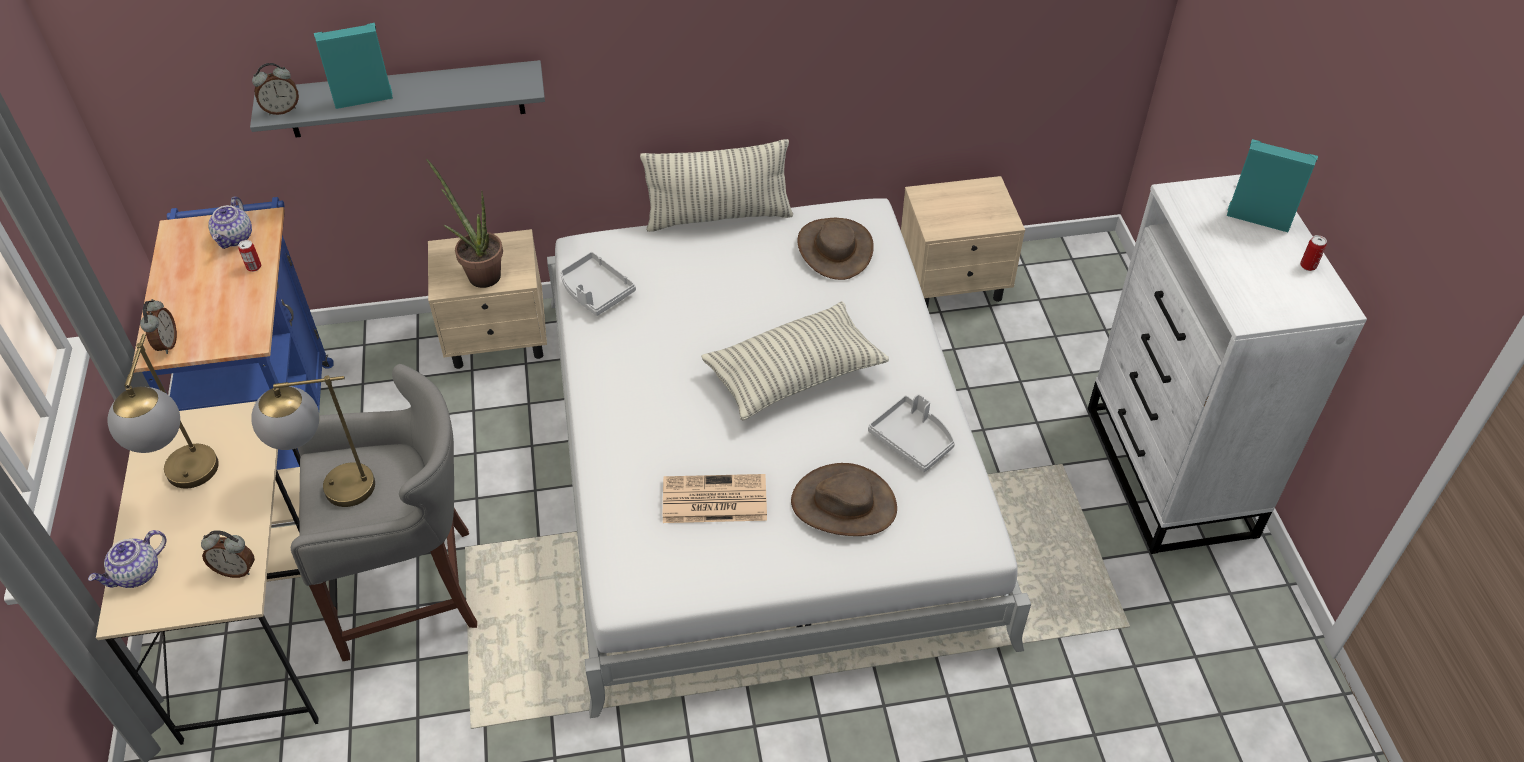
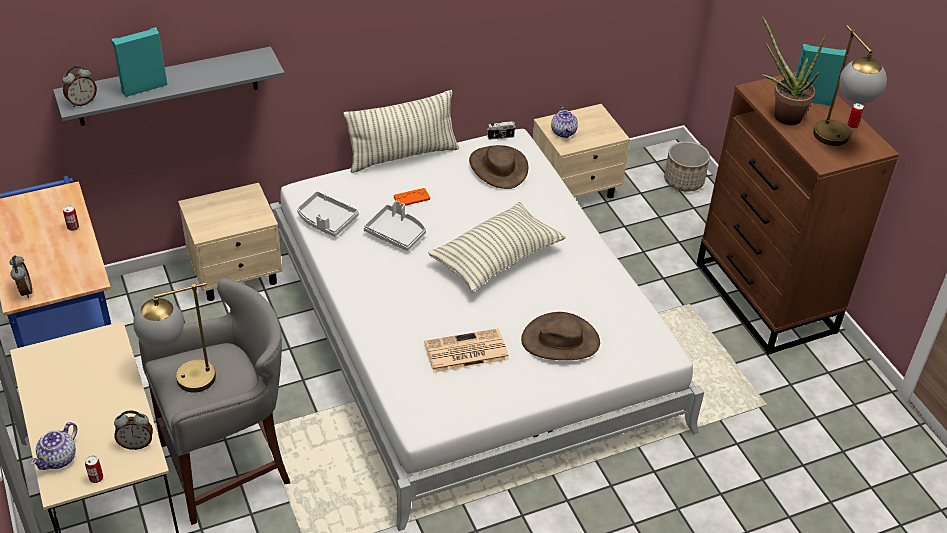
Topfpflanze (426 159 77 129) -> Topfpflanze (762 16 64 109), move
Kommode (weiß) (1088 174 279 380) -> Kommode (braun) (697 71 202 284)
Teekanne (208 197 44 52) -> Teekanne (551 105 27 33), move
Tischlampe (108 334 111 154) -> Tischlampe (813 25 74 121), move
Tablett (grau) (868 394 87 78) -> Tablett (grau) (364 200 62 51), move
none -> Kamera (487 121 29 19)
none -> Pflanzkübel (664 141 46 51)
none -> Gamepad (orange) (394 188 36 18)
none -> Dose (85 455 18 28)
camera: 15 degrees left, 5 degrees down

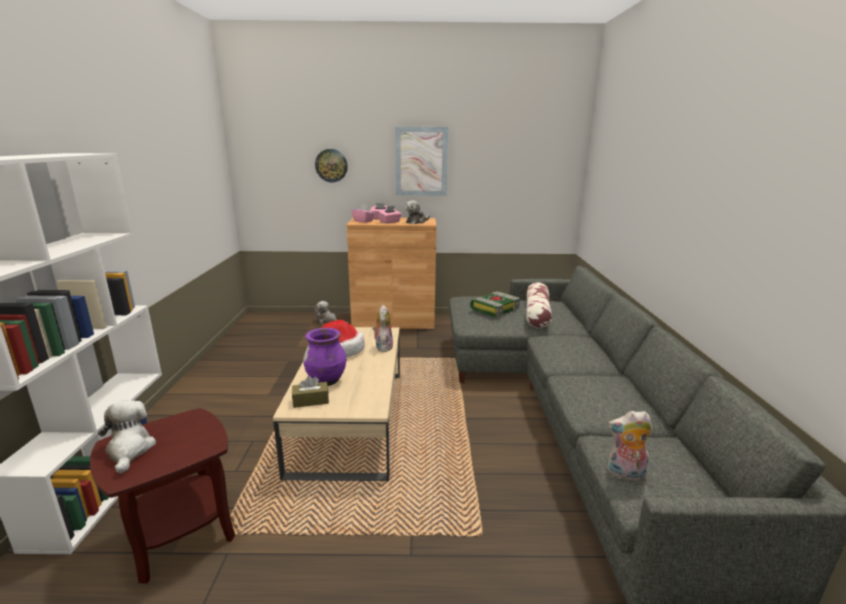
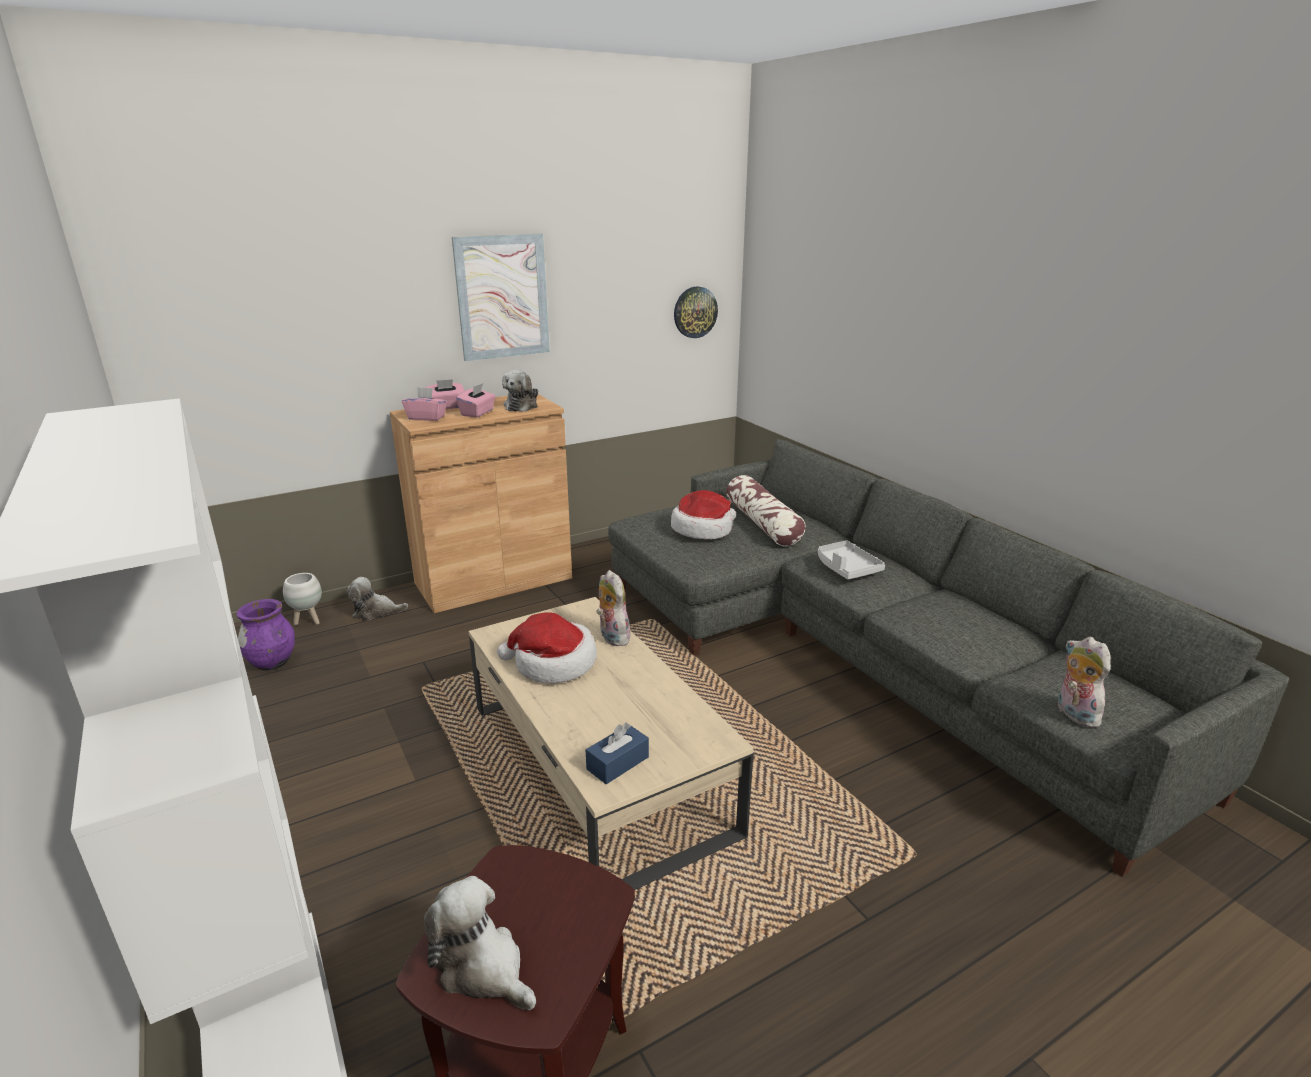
Wanduhr (315 149 33 33) -> Wanduhr (674 286 44 52), move
Buch (470 292 50 25) -> Hut (671 490 65 50)
Vase (lila) (303 328 43 58) -> Vase (lila) (236 599 59 72), move
Taschentuchbox (braun) (292 376 37 32) -> Taschentuchbox (blau) (586 723 63 61)
Plüschtier (607 411 46 70) -> Plüschtier (1057 637 54 91), 90 degrees clockwise
none -> Tablett (grau) (818 540 67 39)
none -> Pflanzkübel (weiß) (283 573 39 53)
camera: 30 degrees left, 5 degrees up

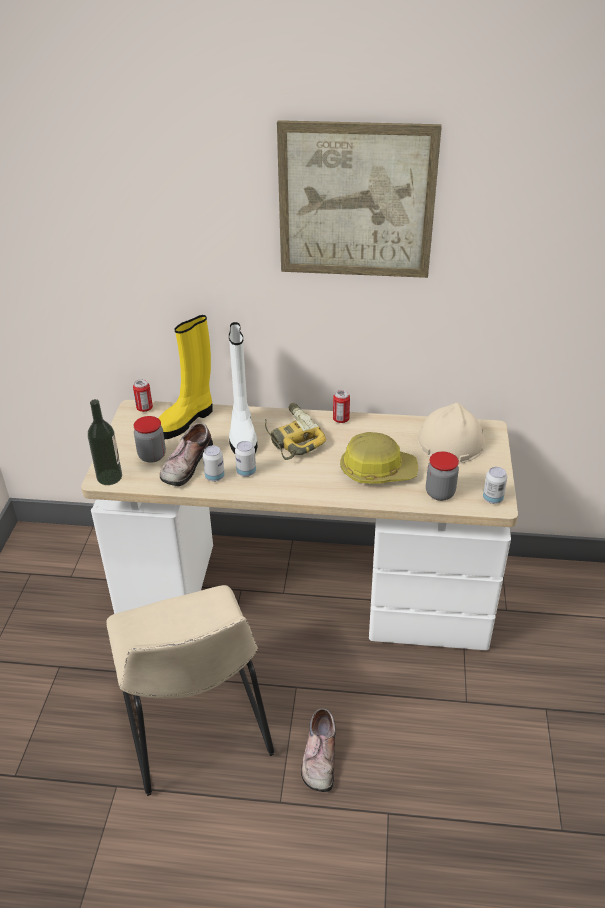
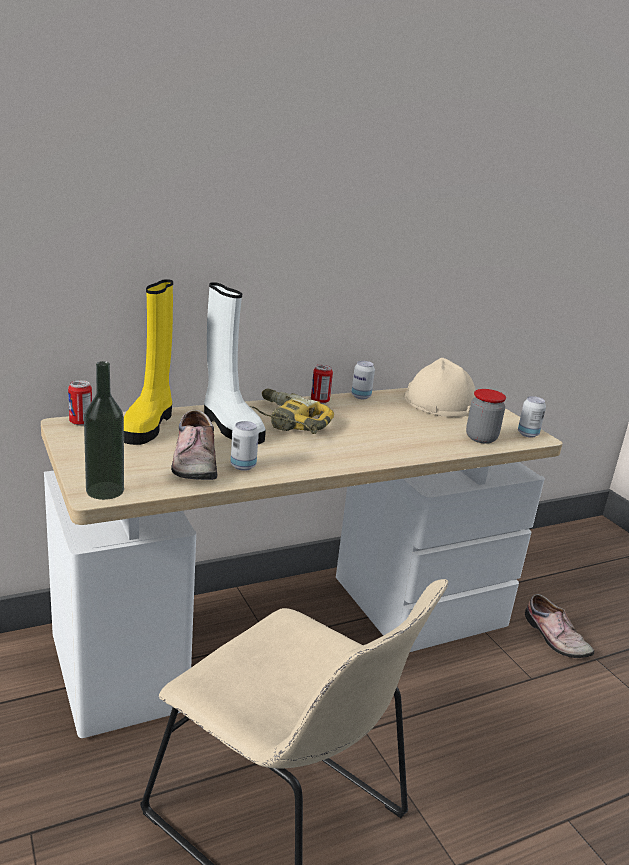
Bild (277 120 165 158) -> none
Vorratsglas (134 416 32 47) -> none
Schutzhelm (340 432 78 52) -> none
Dose (235 441 21 36) -> Dose (351 361 24 38), move
Schuh (301 708 35 84) -> Schuh (525 594 69 64), move
camera: 35 degrees left, 15 degrees down

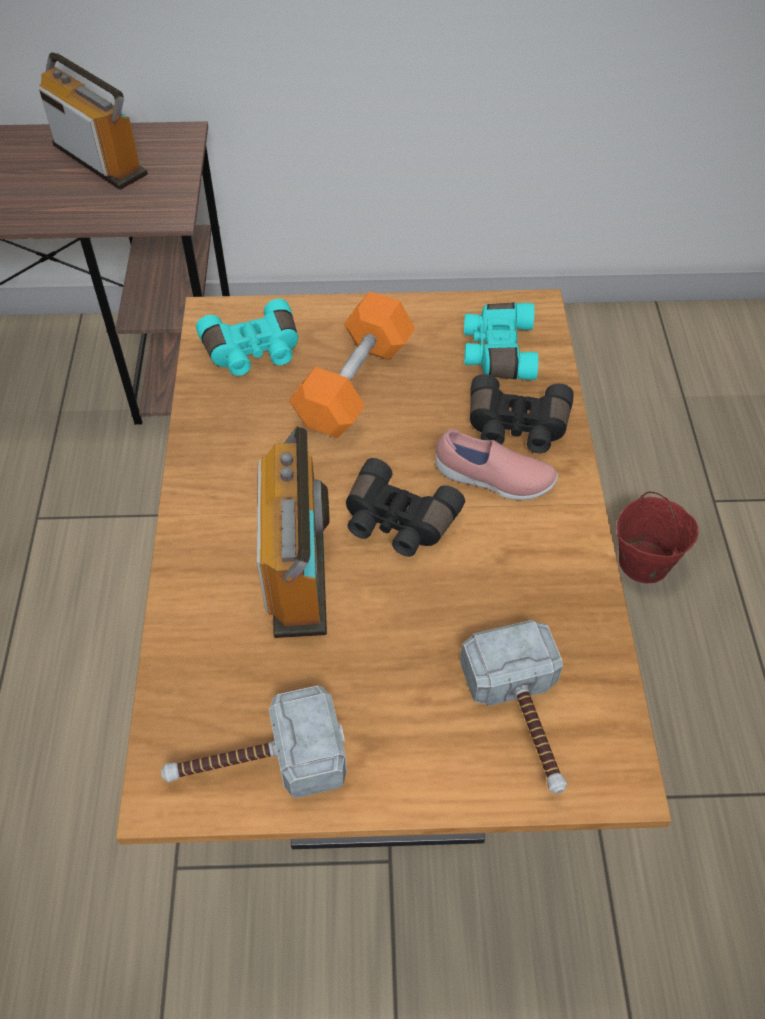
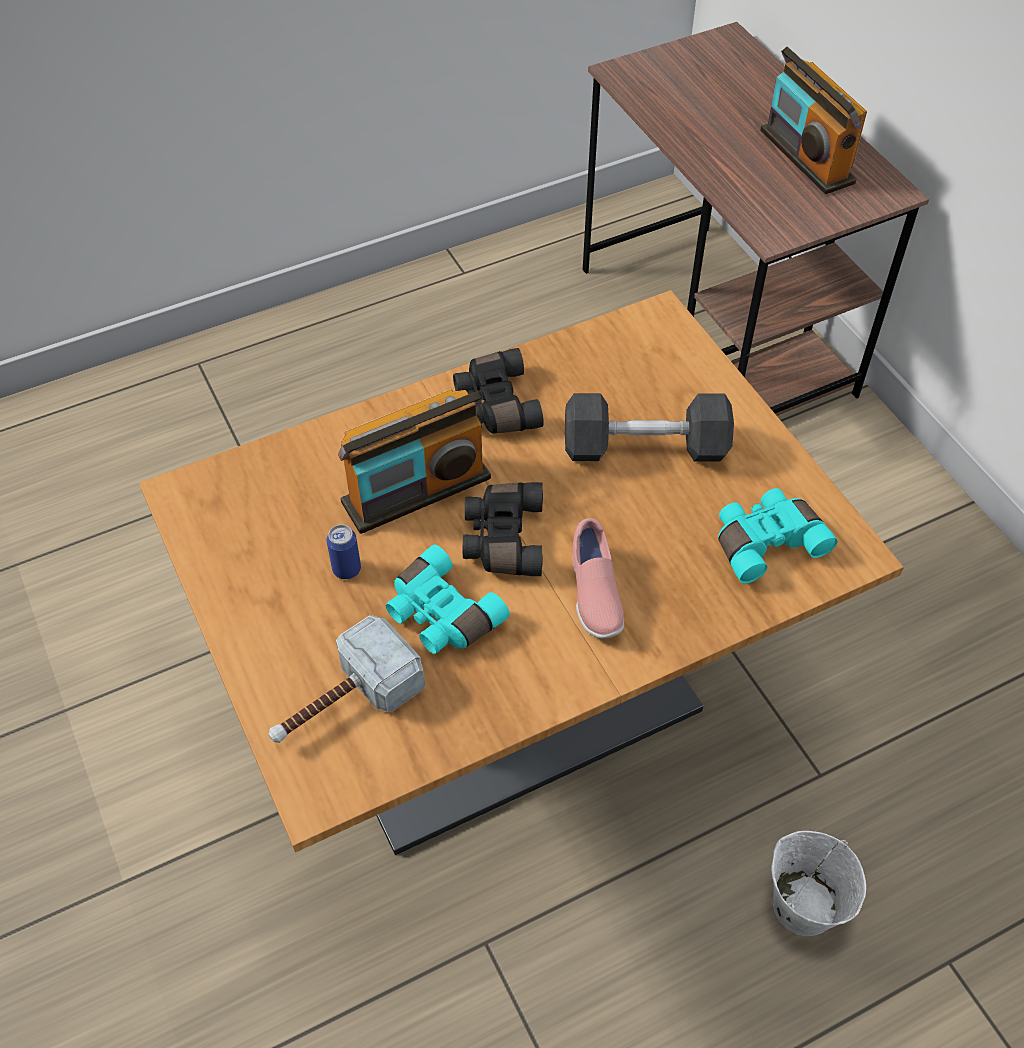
Radio (39 53 109 137) -> Radio (760 47 107 147), 135 degrees clockwise
Hantel (orange) (289 291 126 147) -> Hantel (grau) (565 393 169 68)
Fernglas (türkis) (196 299 102 77) -> Fernglas (türkis) (386 545 124 109), move
Fernglas (schwarz) (470 374 104 79) -> Fernglas (schwarz) (453 348 91 86), move
Eimer (rot) (617 492 82 91) -> Eimer (weiß) (771 831 95 105)
Hammer (161 686 186 112) -> none
none -> Dose (326 524 35 55)
camera: 65 degrees right, 0 degrees up

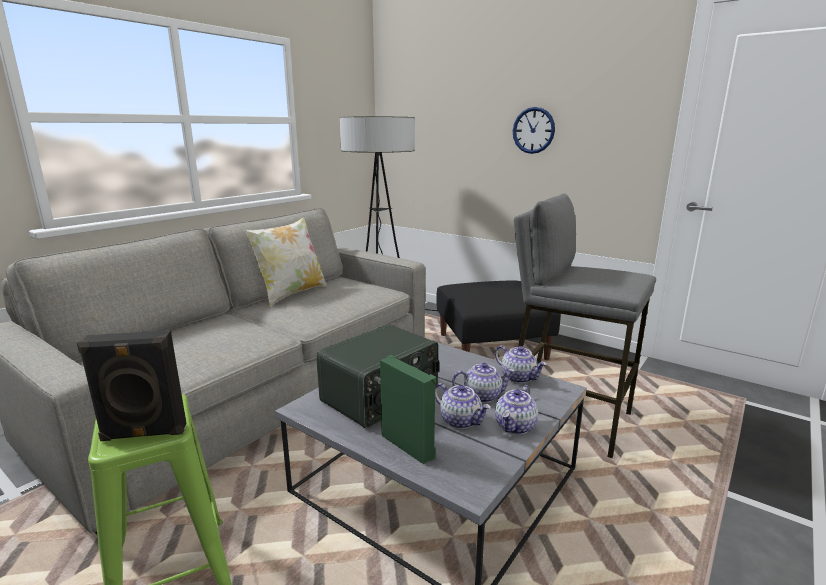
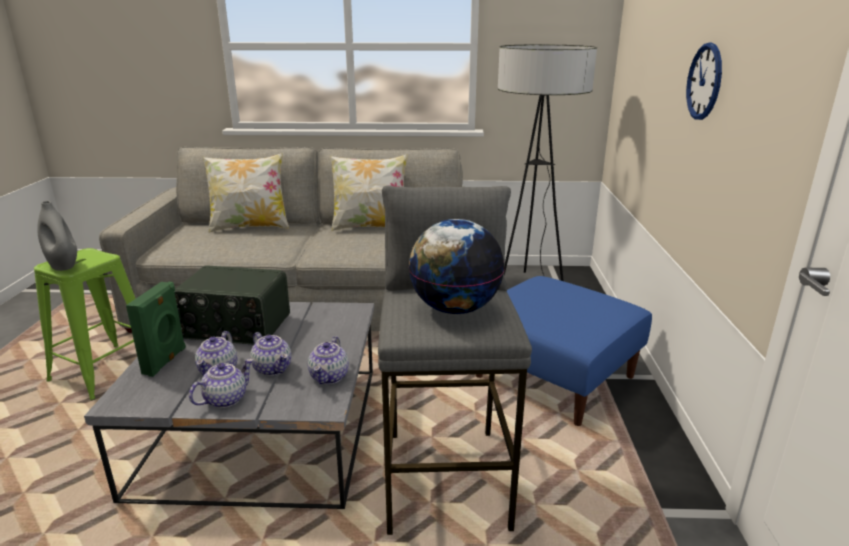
Polsterhocker (schwarz) (436 281 125 79) -> Polsterhocker (blau) (476 276 176 150)
Lautsprecher (schwarz) (77 330 109 111) -> Vase (grau) (37 201 40 70)
Teekanne (495 385 43 49) -> Teekanne (189 359 64 49), 135 degrees clockwise
none -> Kissen (203 153 86 80)
none -> Globus (408 219 97 95)
camera: 55 degrees right, 5 degrees up

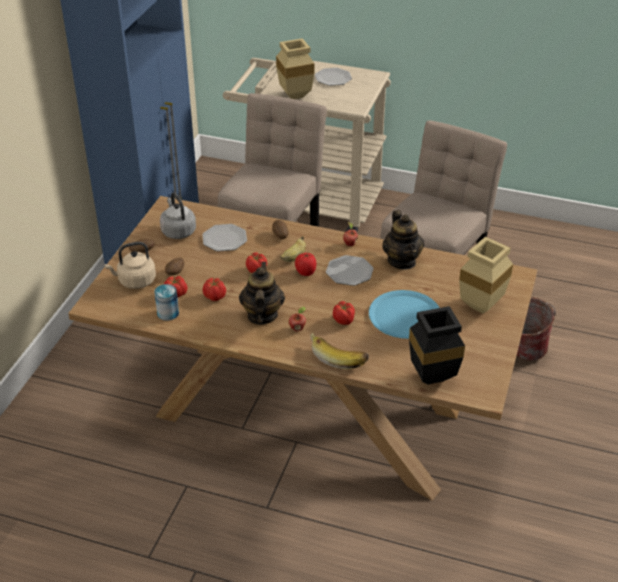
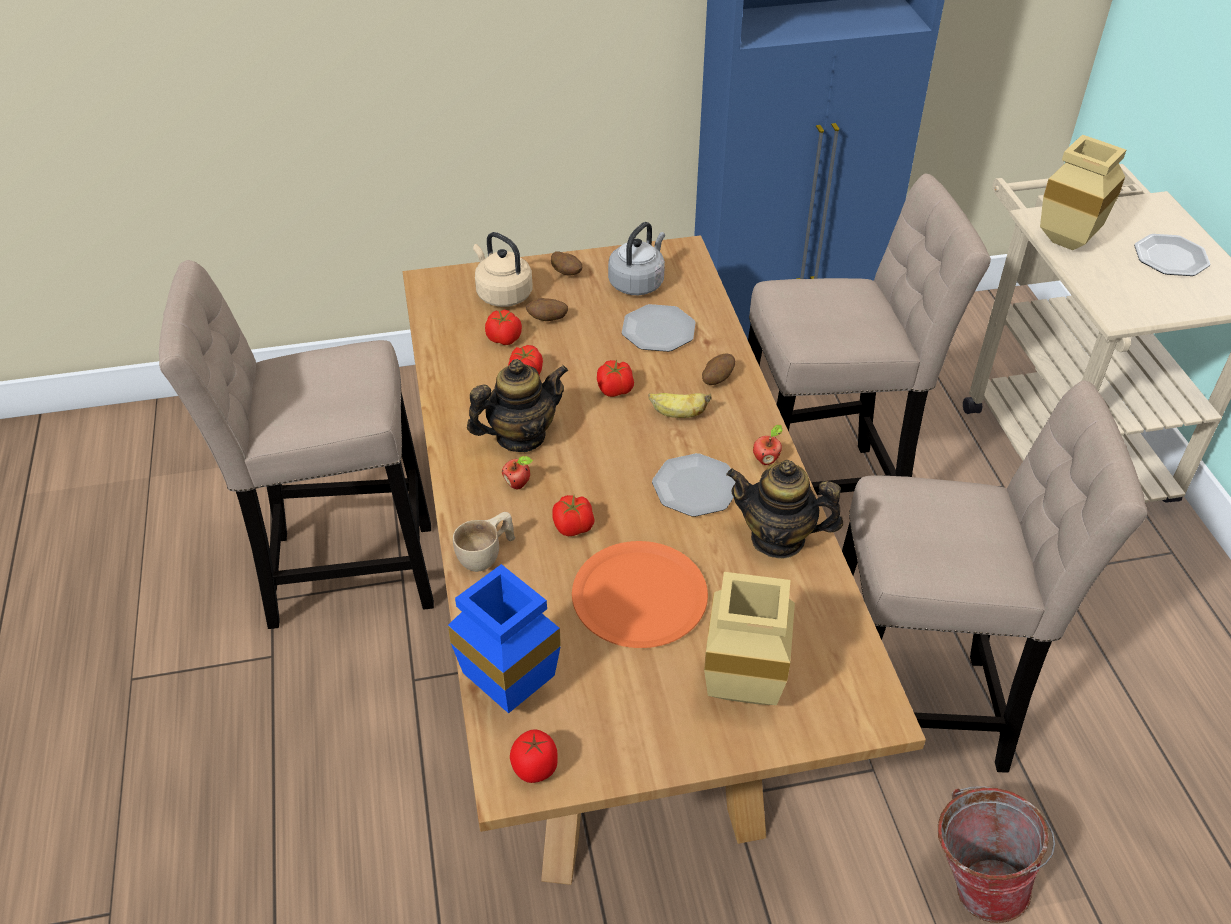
Teekanne (382 210 42 60) -> Teekanne (726 460 117 99), 60 degrees clockwise
Tomate (295 253 21 23) -> Tomate (510 730 48 53), move
Dose (154 284 25 37) -> none
Teller (blau) (369 290 71 49) -> Teller (orange) (572 541 136 107)
Vase (schwarz) (409 306 56 79) -> Vase (blau) (448 564 113 150)
Banane (310 333 59 37) -> Tasse (beige) (453 512 62 60)
none -> Hocker (beige) (159 260 275 369)
camera: 60 degrees right, 5 degrees up

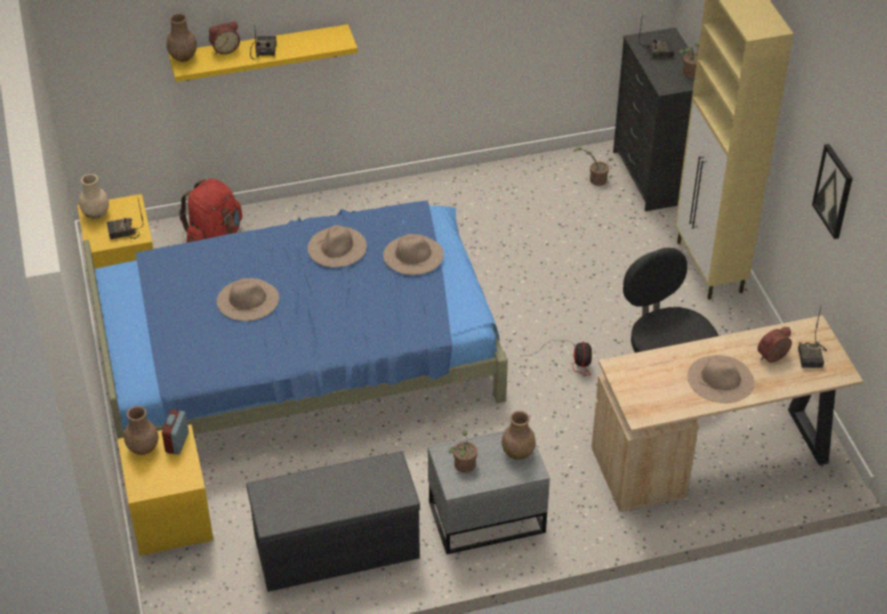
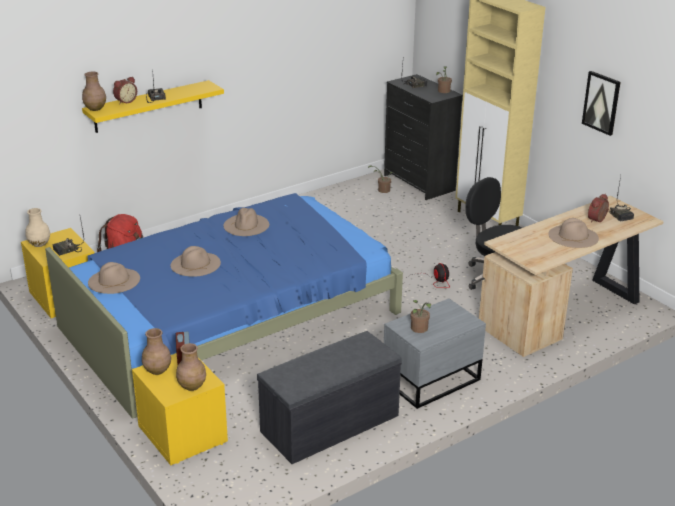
Hut (beige) (383 234 61 41) -> Hut (beige) (88 262 52 32), move
Vase (braun) (502 411 34 49) -> Vase (braun) (176 343 30 48), move
camera: 20 degrees left, 15 degrees down

